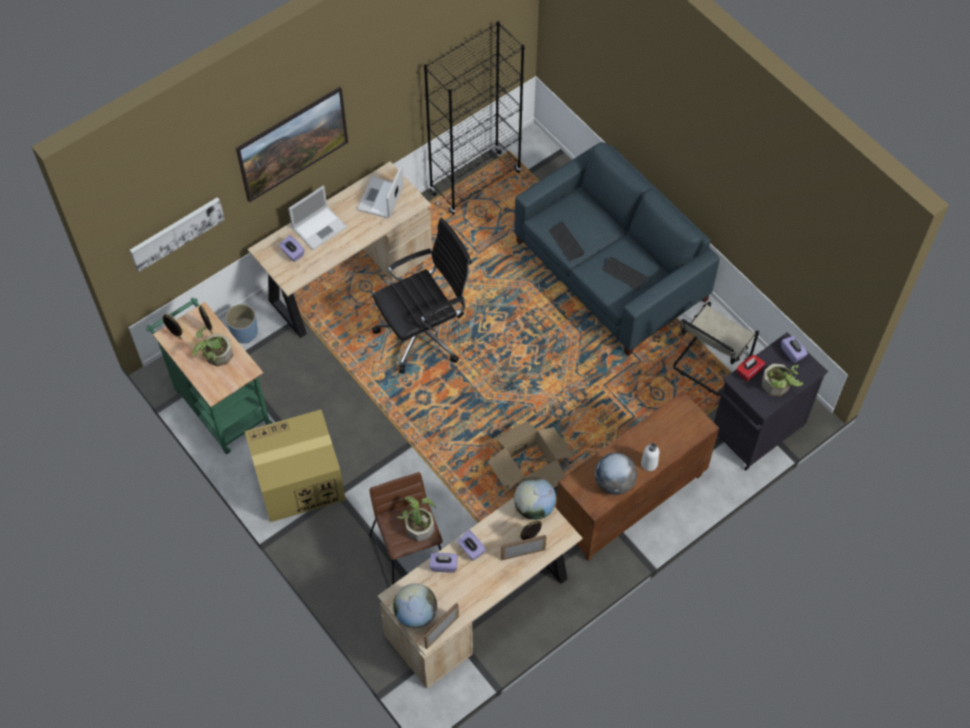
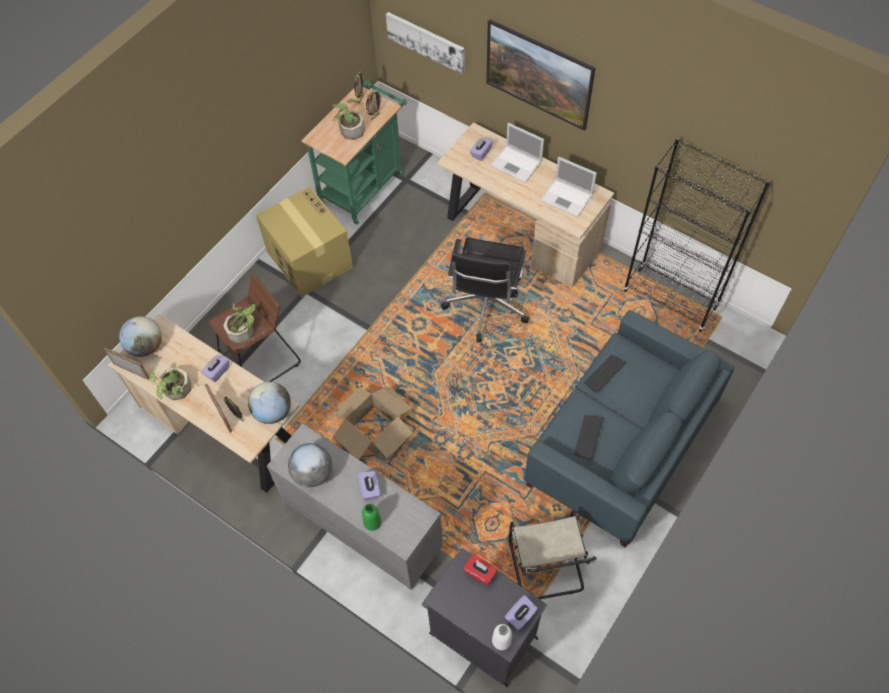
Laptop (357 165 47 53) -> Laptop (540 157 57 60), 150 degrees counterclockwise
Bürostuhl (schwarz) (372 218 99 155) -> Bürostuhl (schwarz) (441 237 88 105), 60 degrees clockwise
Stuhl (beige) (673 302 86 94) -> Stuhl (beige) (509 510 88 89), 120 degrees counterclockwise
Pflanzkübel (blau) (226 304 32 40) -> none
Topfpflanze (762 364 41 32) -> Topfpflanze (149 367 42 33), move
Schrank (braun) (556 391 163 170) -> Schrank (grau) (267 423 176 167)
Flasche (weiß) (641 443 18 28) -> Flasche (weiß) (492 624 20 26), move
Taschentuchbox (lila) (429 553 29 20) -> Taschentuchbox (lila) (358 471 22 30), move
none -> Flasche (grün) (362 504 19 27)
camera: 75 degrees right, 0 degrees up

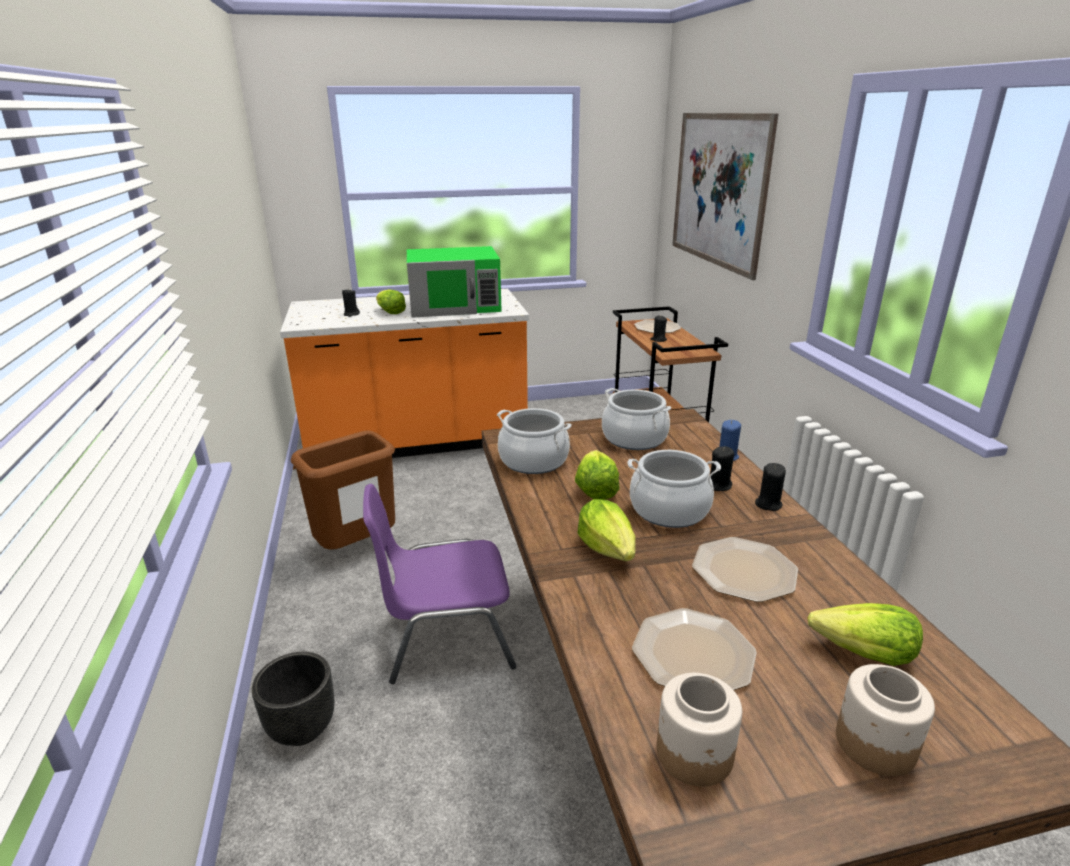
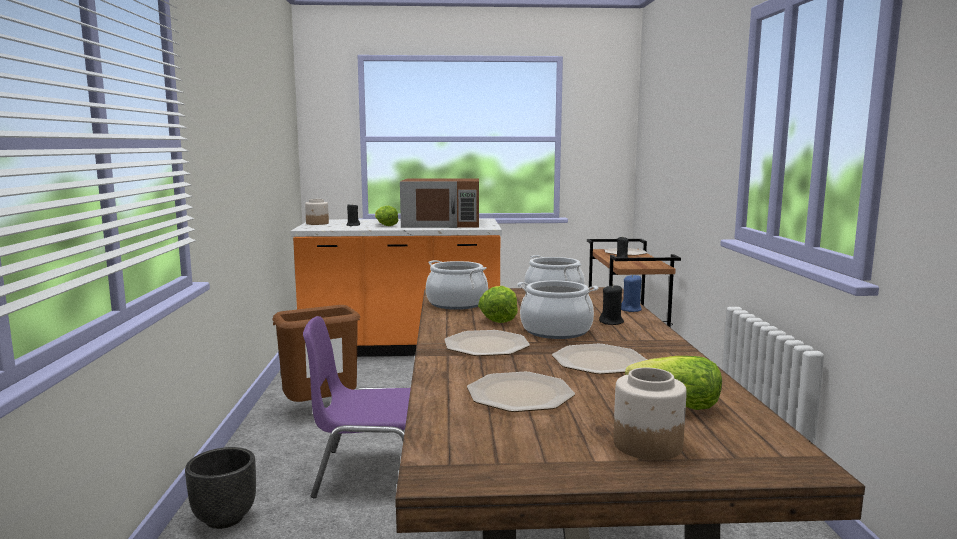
Bild (672 113 107 167) -> none
Mikrowelle (grün) (407 246 95 72) -> Mikrowelle (braun) (400 178 79 50)
Kerze (schwarz) (755 463 31 48) -> none
Salatkopf (578 499 58 62) -> Teller (444 330 86 26)
Vorratsglas (657 673 85 114) -> Vorratsglas (305 199 24 26), move
camera: 10 degrees right, 15 degrees down

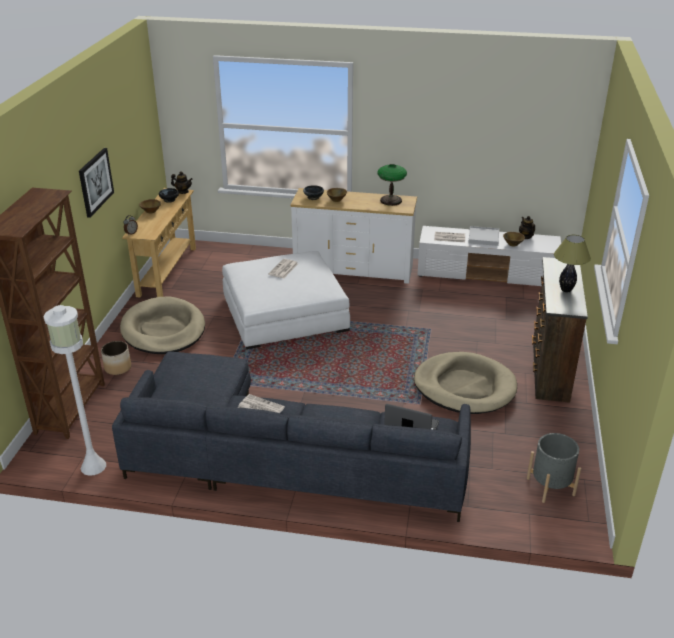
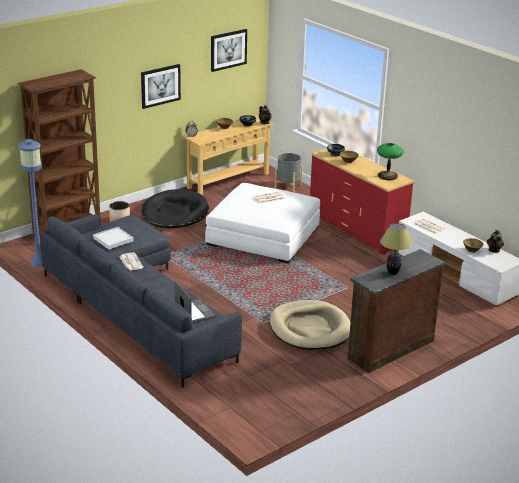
Kommode (weiß) (291 188 126 96) -> Kommode (rot) (310 148 104 107)
Tablett (weiß) (468 226 31 20) -> Tablett (weiß) (93 227 41 22), move
Hundebett (beige) (120 296 85 58) -> Hundebett (schwarz) (142 189 67 39)
Stehlampe (weiß) (44 305 62 171) -> Stehlampe (blau) (19 139 23 128)
Pflanzkübel (grau) (527 433 54 70) -> Pflanzkübel (grau) (275 153 28 39), move
none -> Bild (211 29 36 43)
camera: 40 degrees right, 5 degrees down

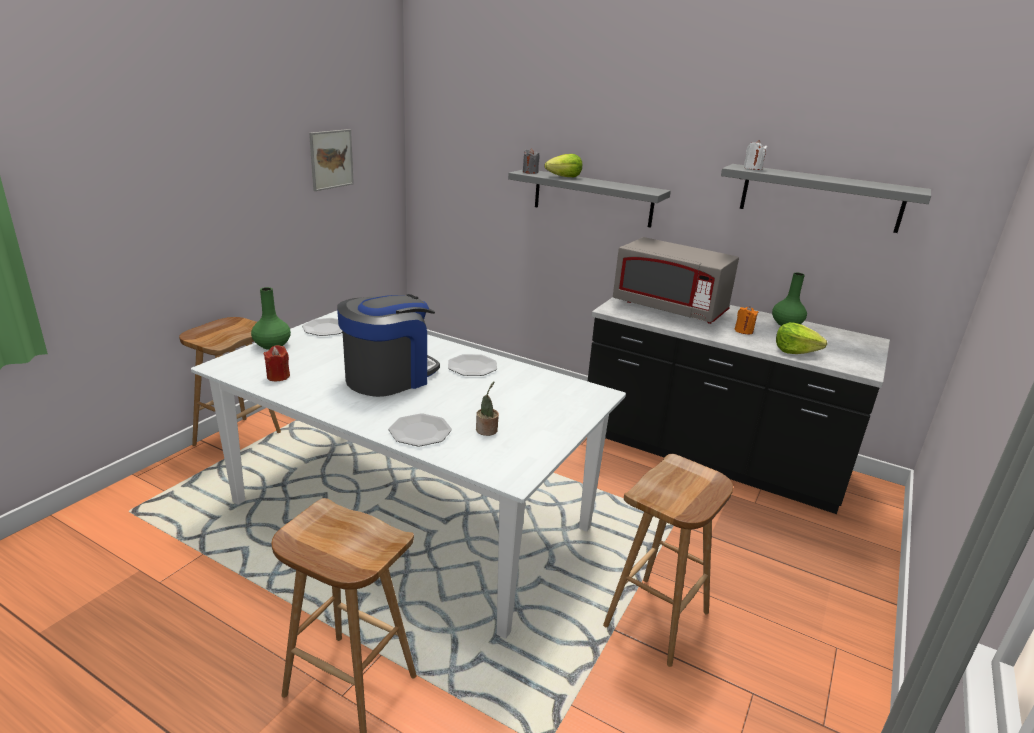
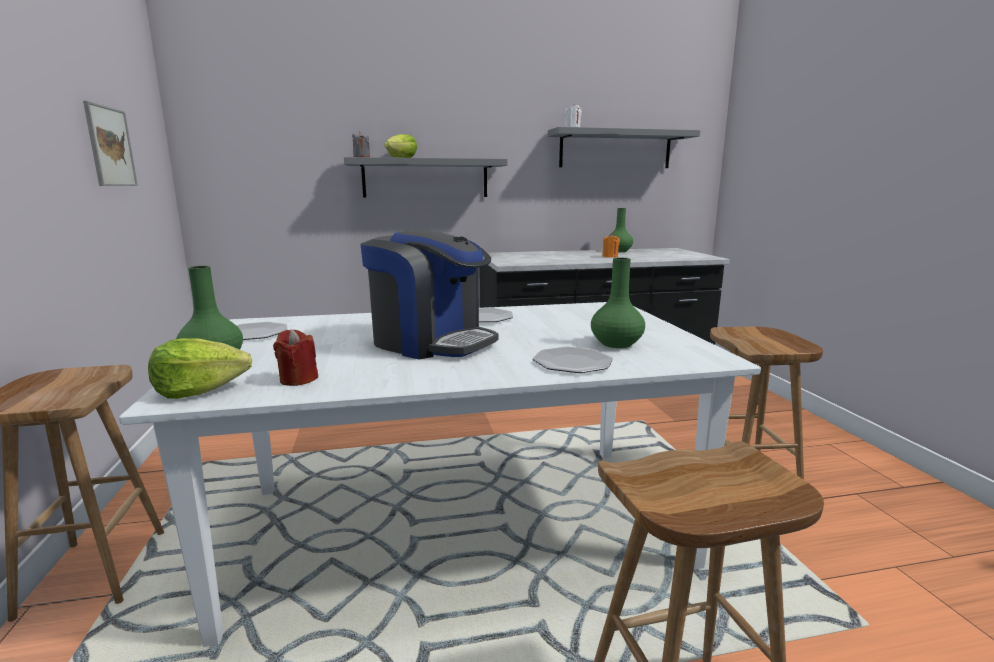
Mikrowelle (grau) (613 237 126 87) -> none
Kaffeemaschine (337 294 103 103) -> Kaffeemaschine (360 230 138 130), 120 degrees clockwise
Salatkopf (776 322 51 32) -> Salatkopf (148 338 104 61), move
Topfpflanze (476 381 23 55) -> Vase (grün) (591 257 54 91)
camera: 40 degrees left, 10 degrees down

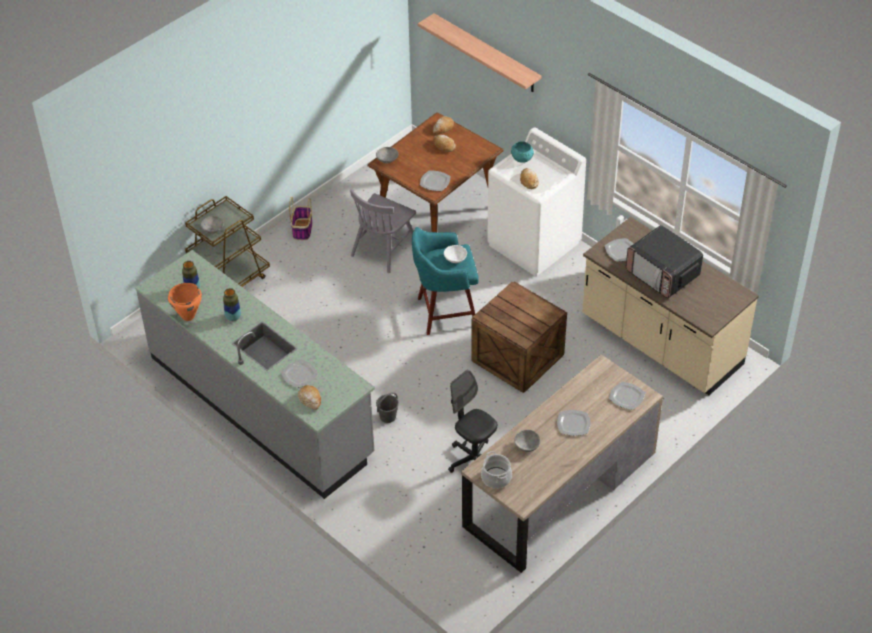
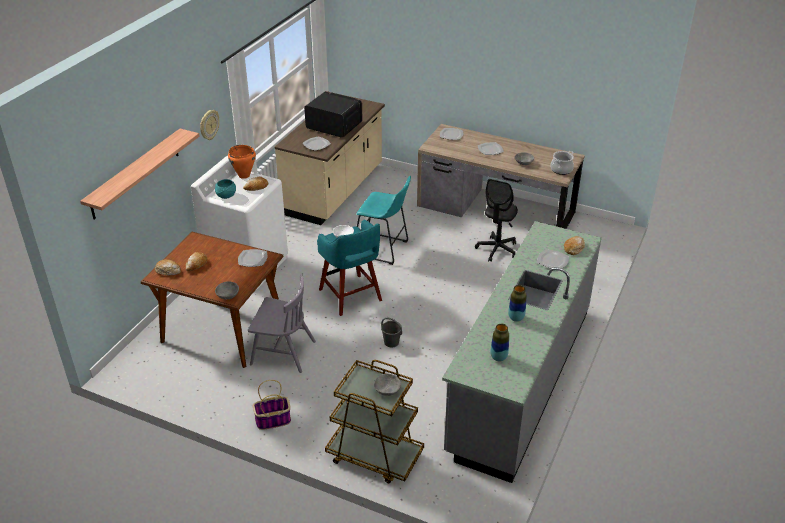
Mikrowelle (626 225 77 73) -> Mikrowelle (304 91 59 47), 90 degrees counterclockwise
Kiste (471 281 96 112) -> Hocker (türkis) (356 176 55 89)
Kochtopf (orange) (168 283 34 38) -> Kochtopf (orange) (228 145 28 34), move
Eimer (grau) (376 392 23 31) -> Eimer (grau) (381 318 21 30), move
none -> Wanduhr (200 110 20 30)
camera: 110 degrees left, 10 degrees down

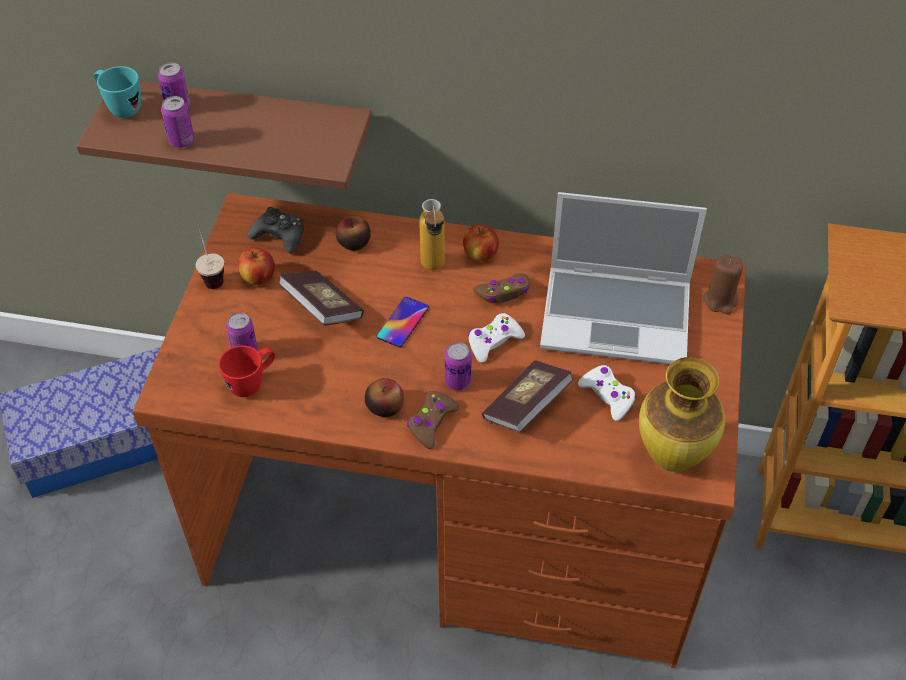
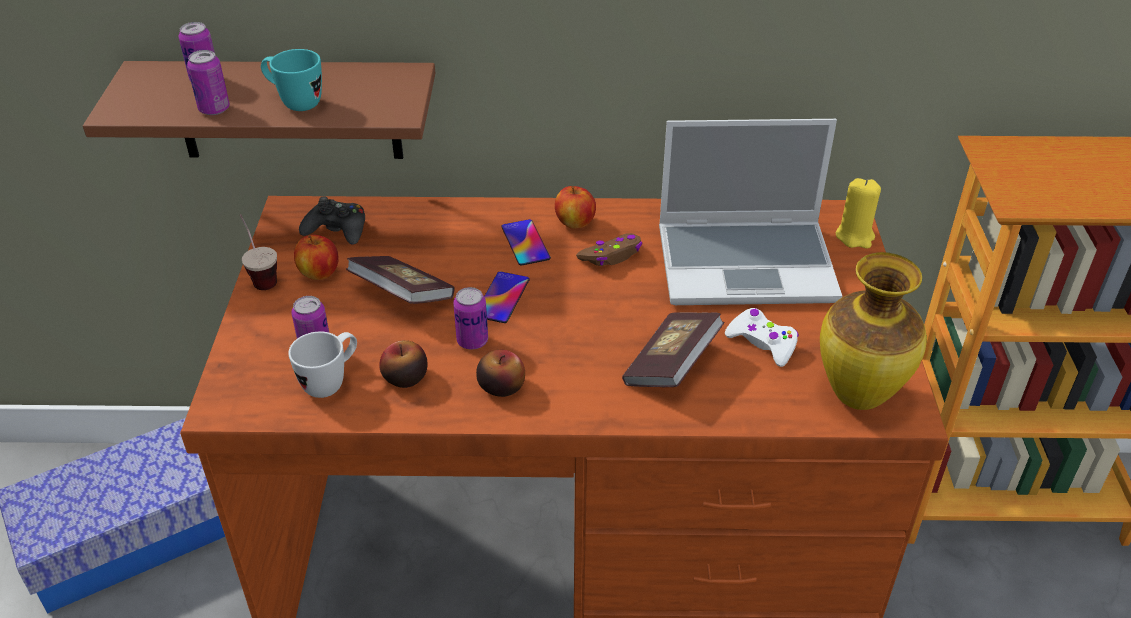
Henkelbecher (türkis) (94 66 47 52) -> Henkelbecher (türkis) (261 49 61 62), move
Flasche (419 199 26 71) -> Handy (501 219 50 47)
Apfel (336 216 35 35) -> Apfel (379 340 49 48), move
Kerze (braun) (703 254 40 60) -> Kerze (gelb) (836 178 45 71)
Gamepad (weiß) (468 313 57 50) -> none
Dose (445 342 27 48) -> Dose (453 287 35 62), move
Henkelbecher (rot) (219 345 56 52) -> Henkelbecher (weiß) (288 331 69 67)
Gamepad (braun) (407 391 53 58) -> none
camera: 10 degrees left, 10 degrees down

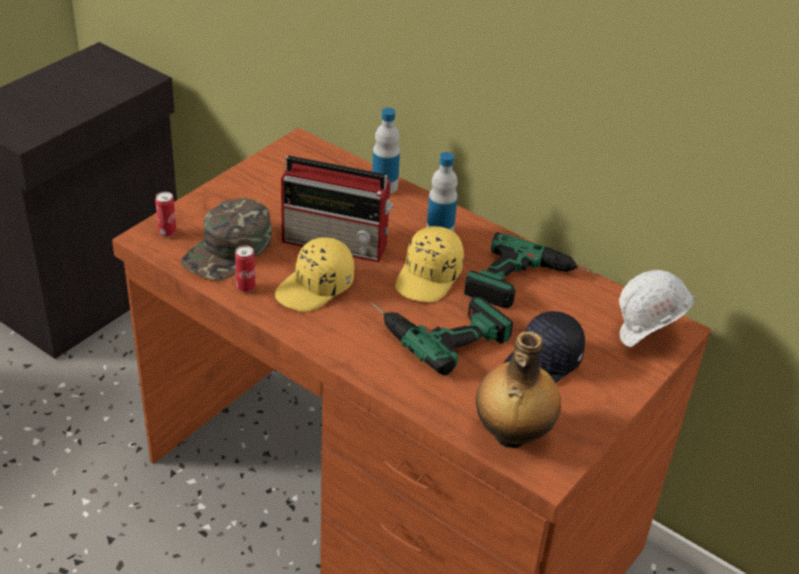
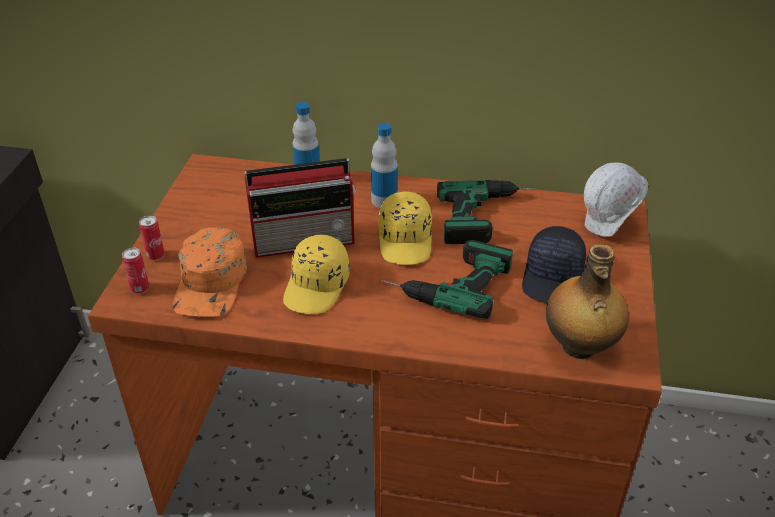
Kappe (grün) (181 198 91 82) -> Kappe (orange) (173 227 74 90)
Dose (235 245 20 47) -> Dose (139 216 26 44), move
camera: 25 degrees left, 0 degrees up

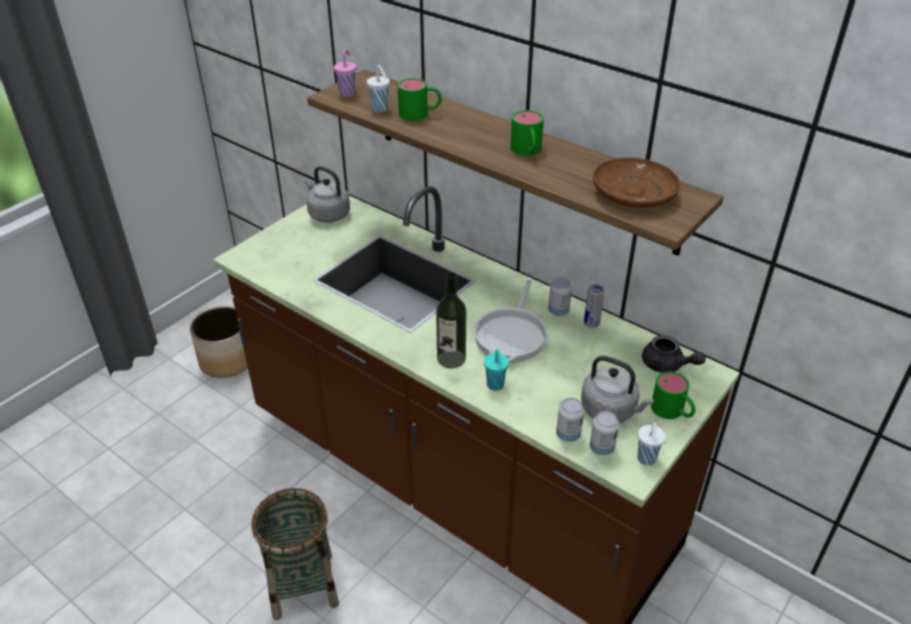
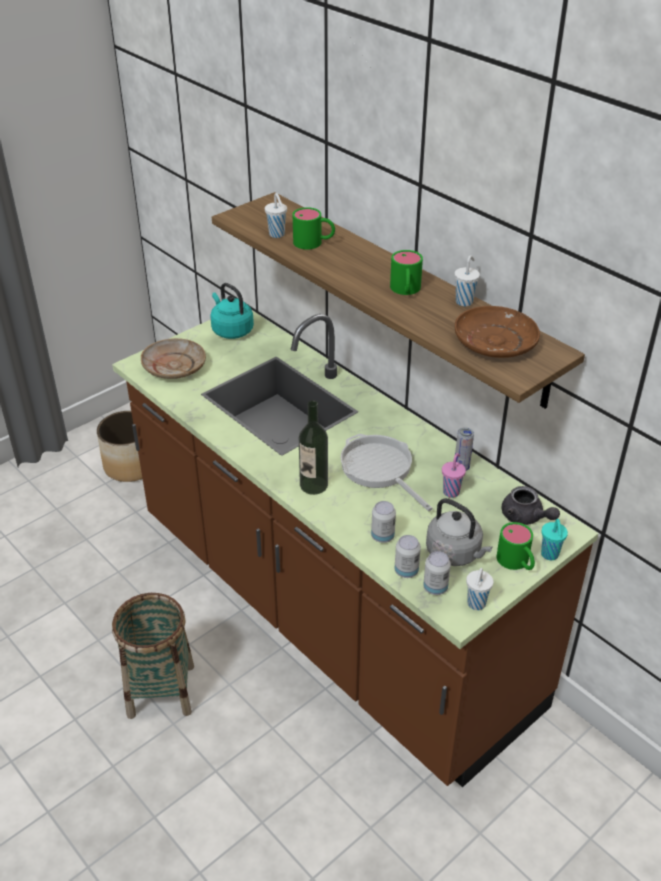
Tasse (rosa) (334 49 22 48) -> Tasse (rosa) (442 453 24 45), move
Wasserkessel (grau) (304 166 46 56) -> Wasserkessel (türkis) (210 283 44 56)
Dose (548 277 24 39) -> Dose (371 501 25 42), move
Pfanne (473 280 76 82) -> Pfanne (340 434 93 77), 120 degrees clockwise
Tasse (türkis) (484 349 25 42) -> Tasse (türkis) (541 519 27 41), move
none -> Tasse (weiß) (454 255 26 51)
none -> Teller (beige) (141 338 65 41)
camera: 10 degrees right, 0 degrees up

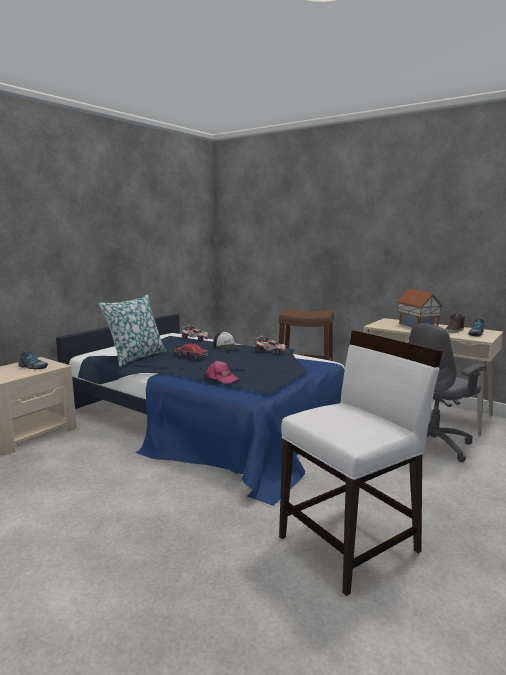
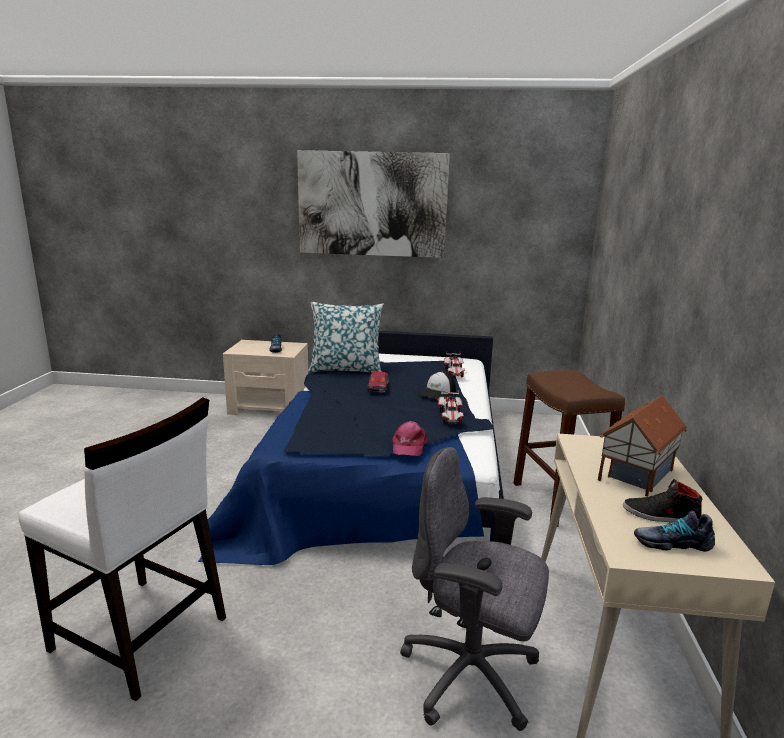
Kappe (rosa) (204 361 35 23) -> Kappe (rosa) (392 421 36 35), move
none -> Bild (297 150 153 108)
camera: 60 degrees right, 5 degrees up

